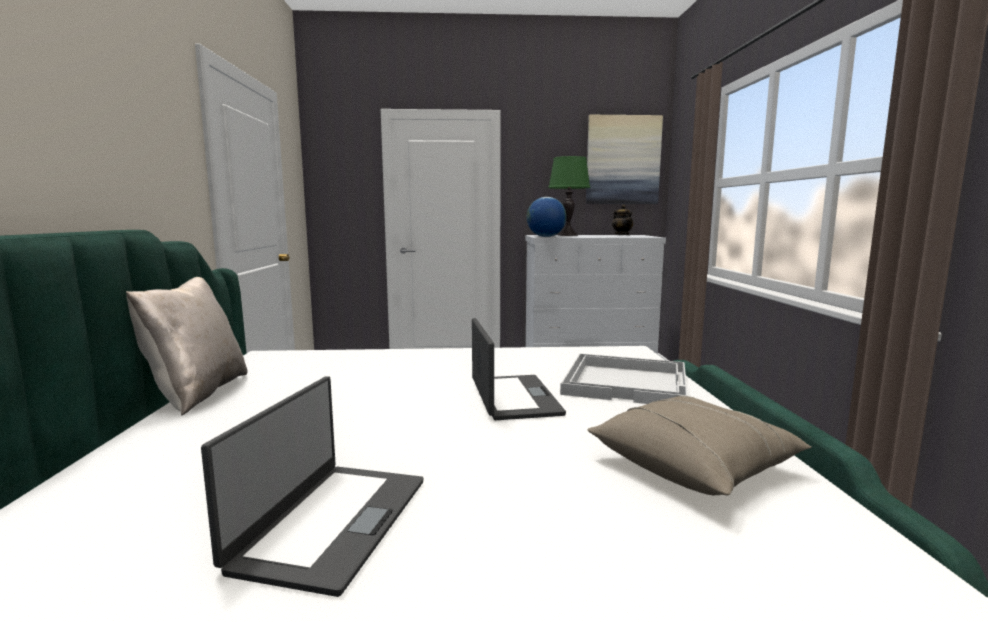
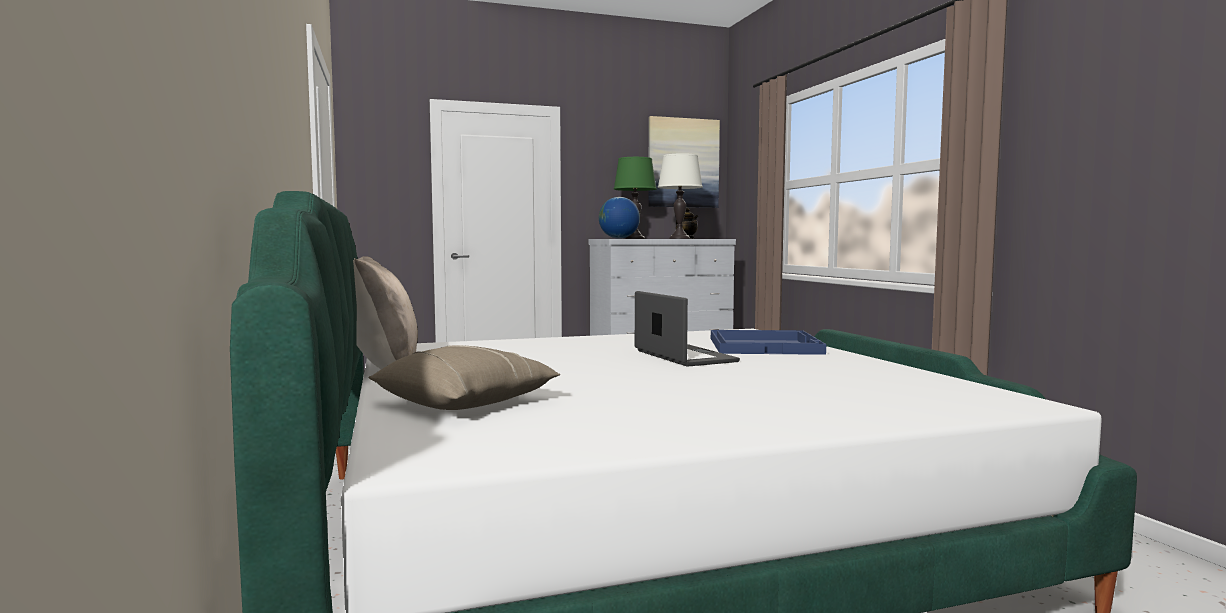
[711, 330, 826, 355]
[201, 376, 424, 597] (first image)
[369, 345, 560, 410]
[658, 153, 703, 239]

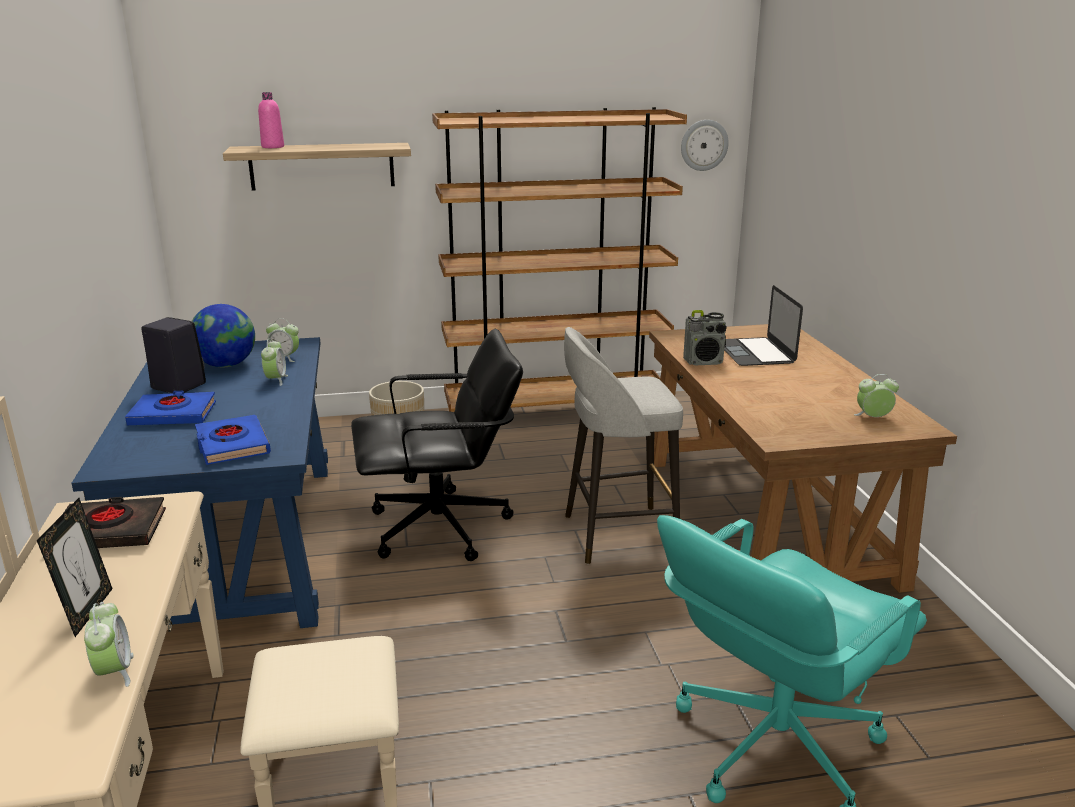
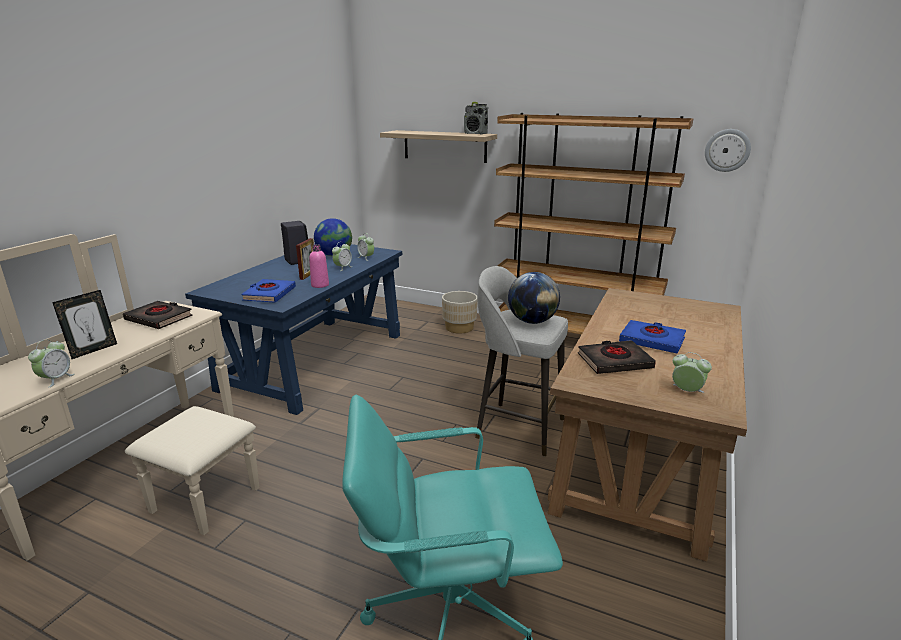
[309, 245, 329, 288]
[724, 285, 803, 366] (first image)
[464, 102, 488, 135]
[351, 328, 523, 561] (first image)
[619, 320, 686, 354]
[296, 238, 314, 280]
[508, 272, 560, 324]
[578, 340, 656, 374]

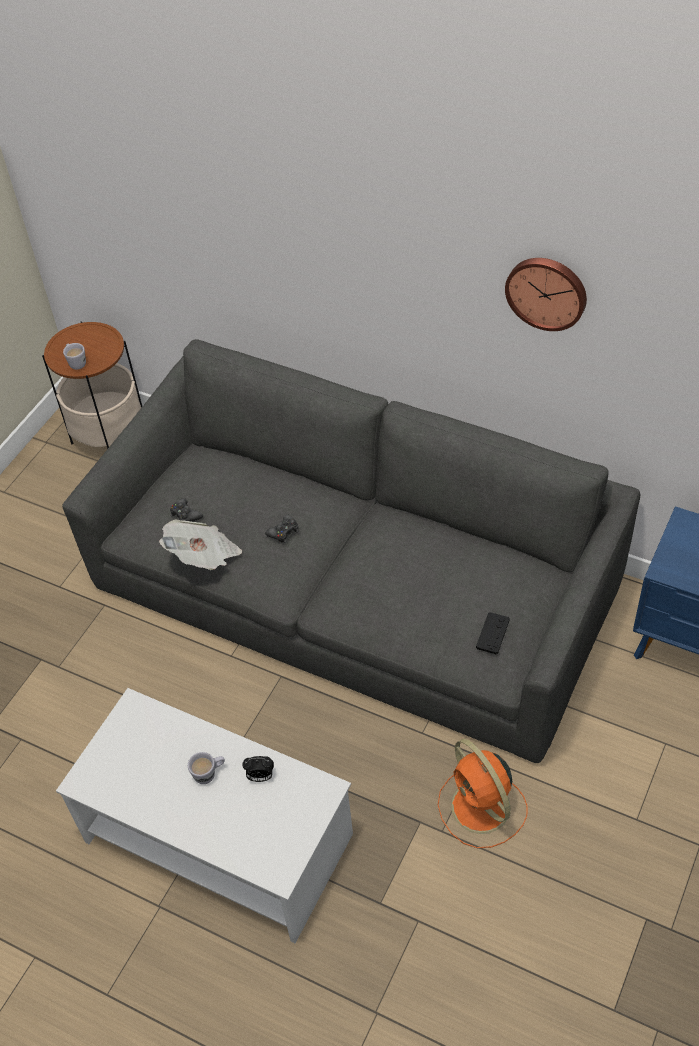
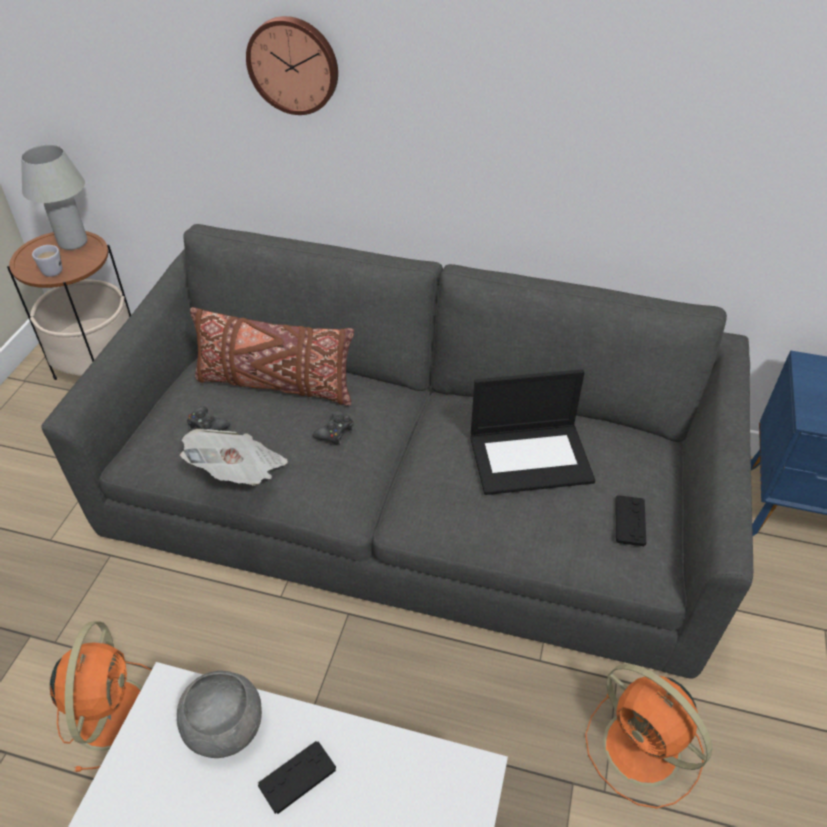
[246, 16, 338, 115]
[258, 741, 336, 814]
[242, 756, 274, 782] (first image)
[21, 145, 87, 250]
[190, 307, 354, 406]
[470, 369, 595, 495]
[50, 621, 152, 772]
[177, 671, 262, 758]

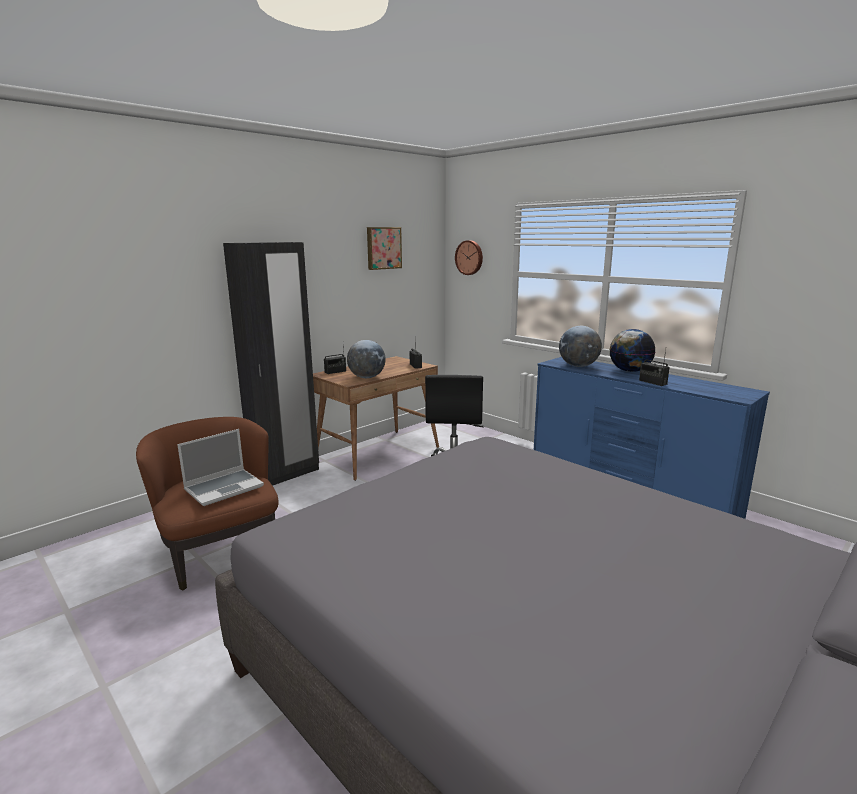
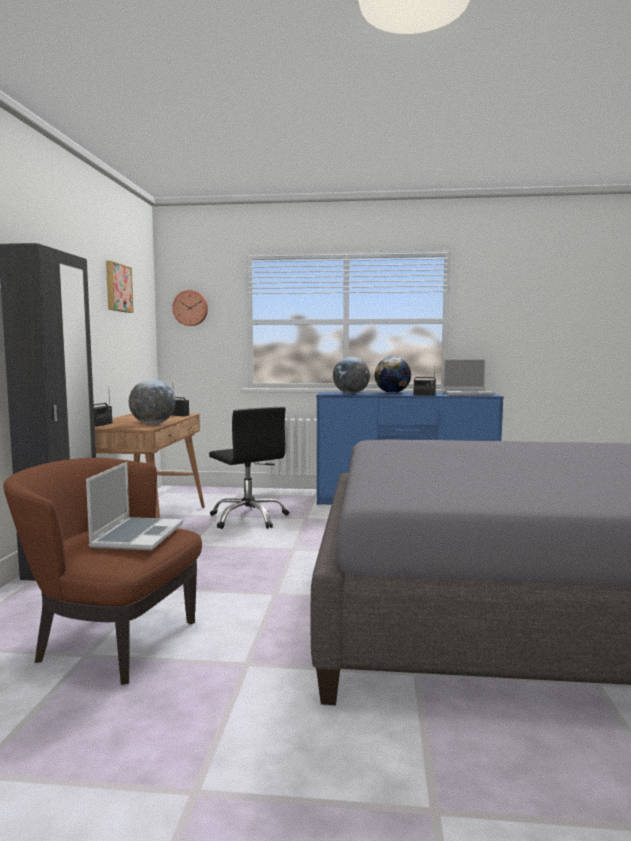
[442, 359, 493, 396]

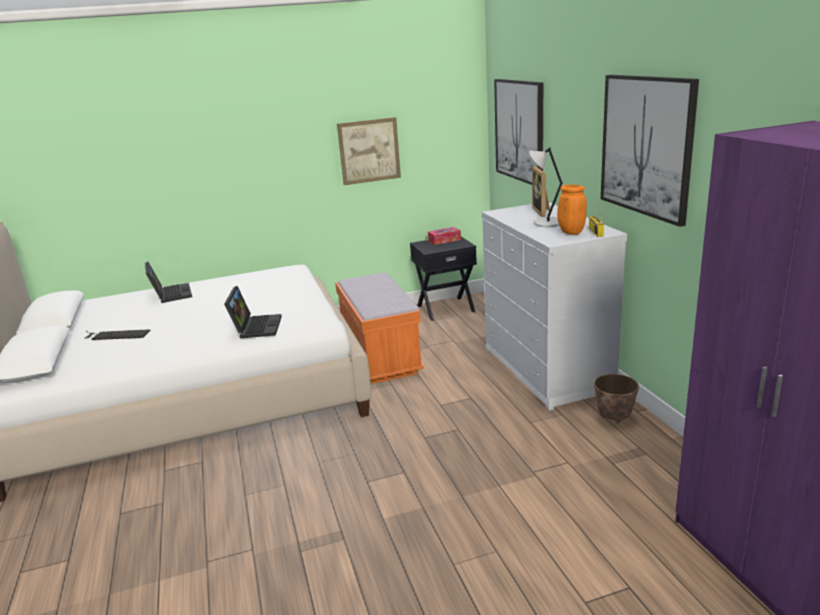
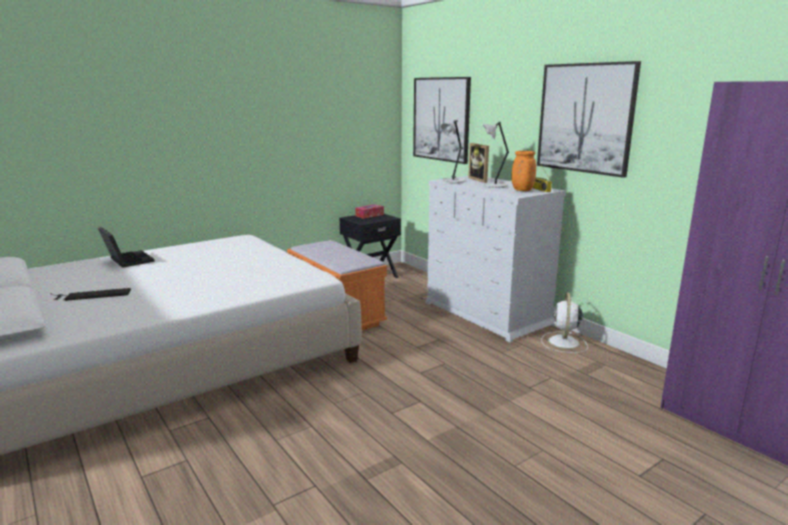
[337, 117, 401, 185] (first image)
[224, 286, 282, 339] (first image)
[542, 293, 588, 353]
[441, 120, 465, 183]

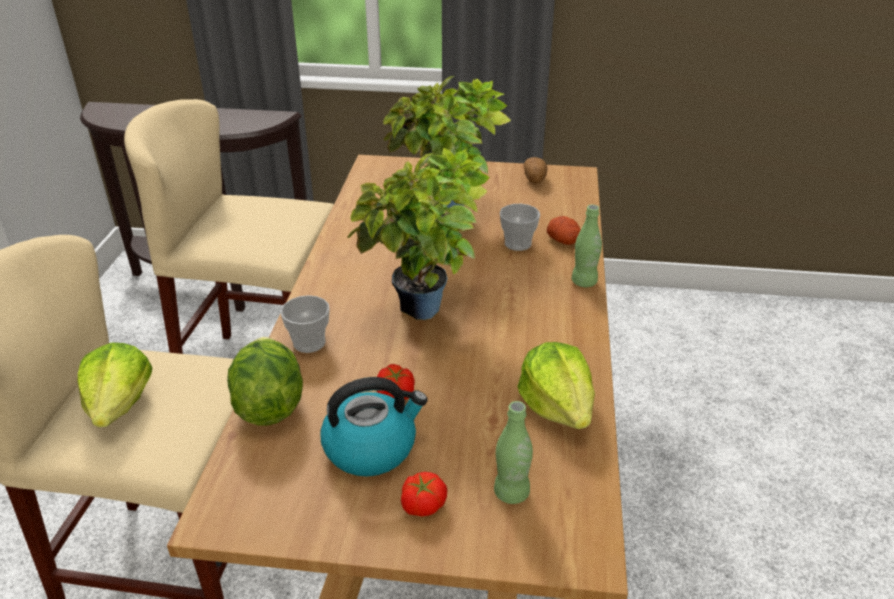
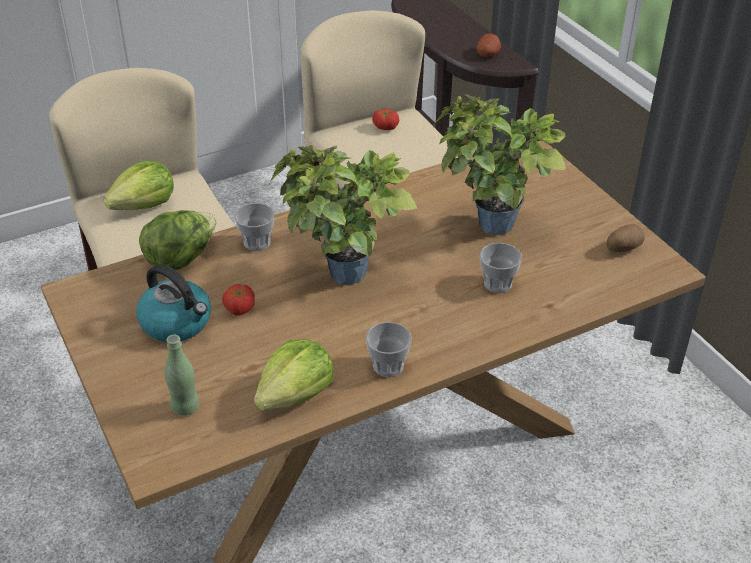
[572, 205, 602, 287] (first image)
[477, 34, 501, 57]
[372, 108, 399, 130]
[366, 322, 412, 377]

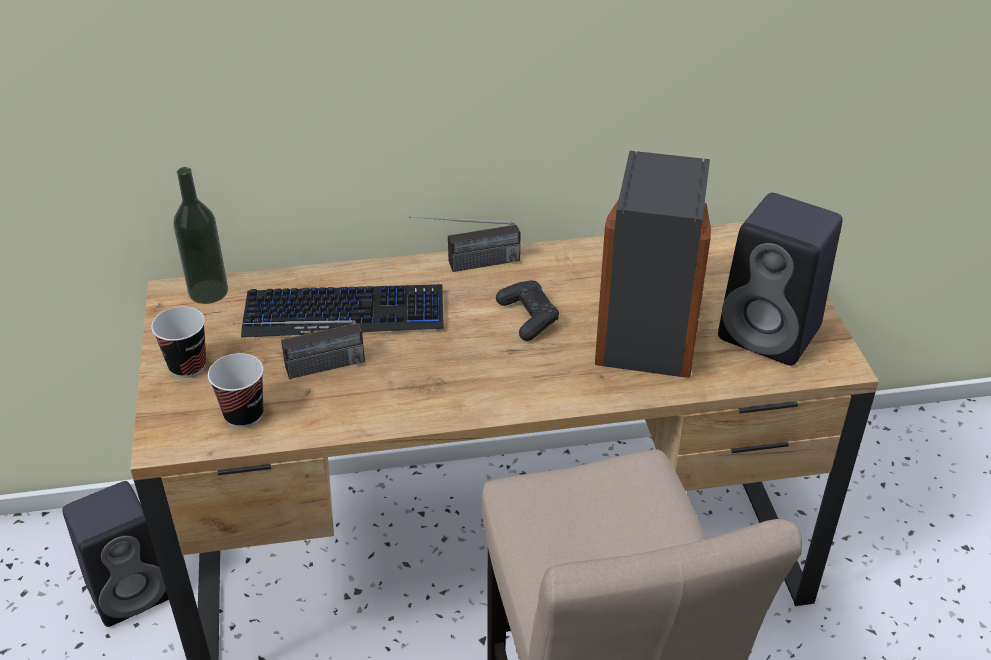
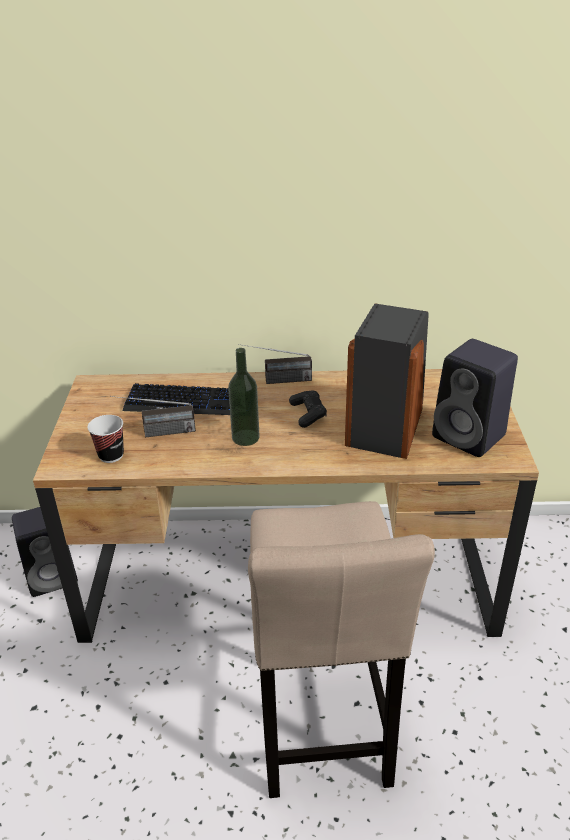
[228, 348, 260, 446]
[151, 307, 206, 378] (first image)

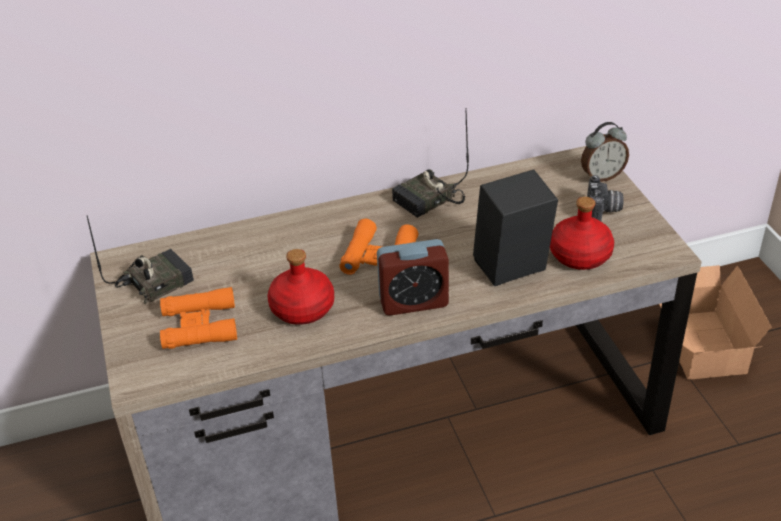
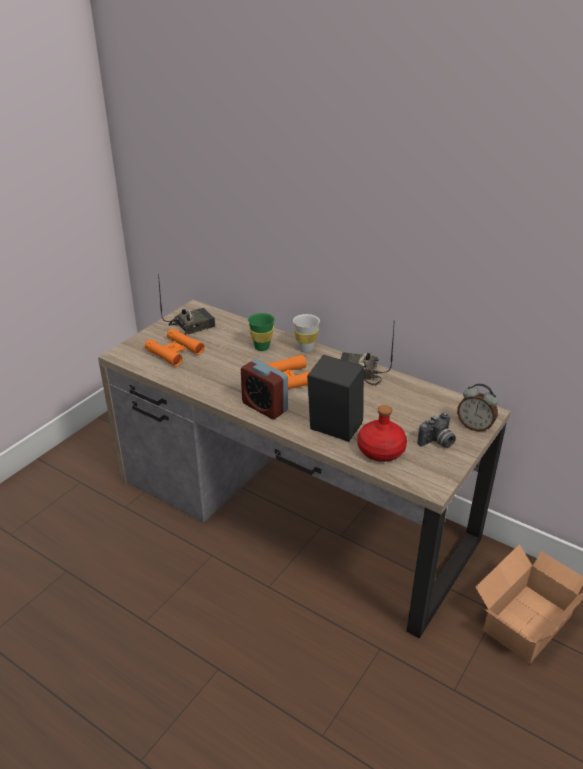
[158, 274, 215, 335]
[267, 249, 334, 325] (first image)
[248, 313, 275, 351]
[293, 314, 320, 352]

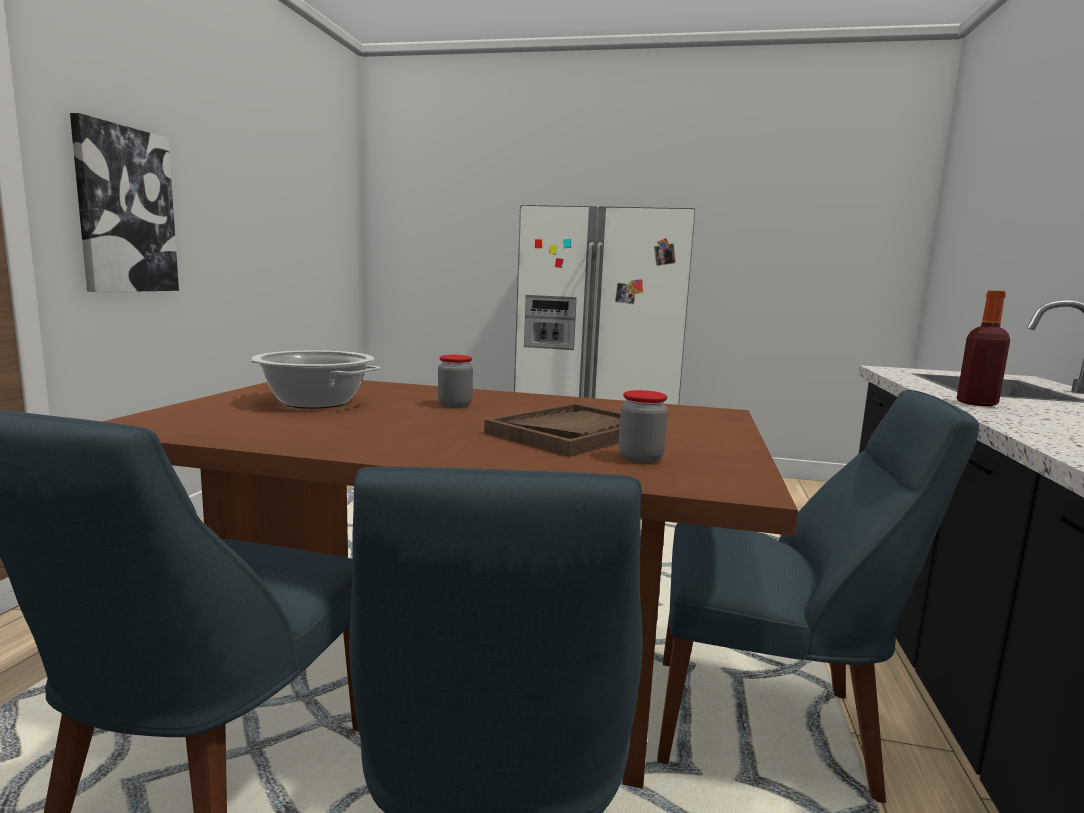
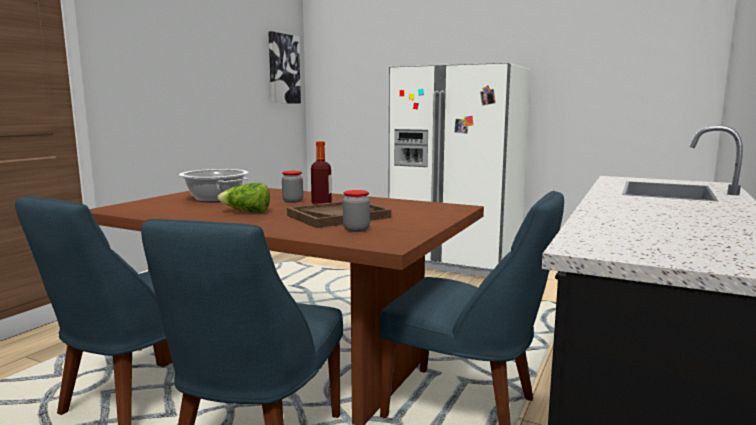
[268, 31, 301, 103]
[311, 141, 332, 205]
[217, 183, 270, 213]

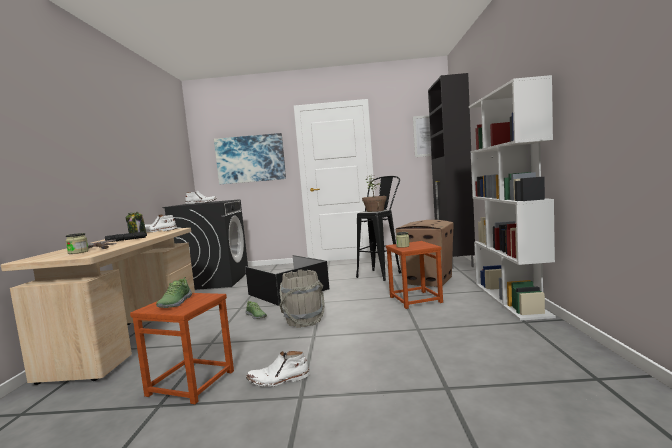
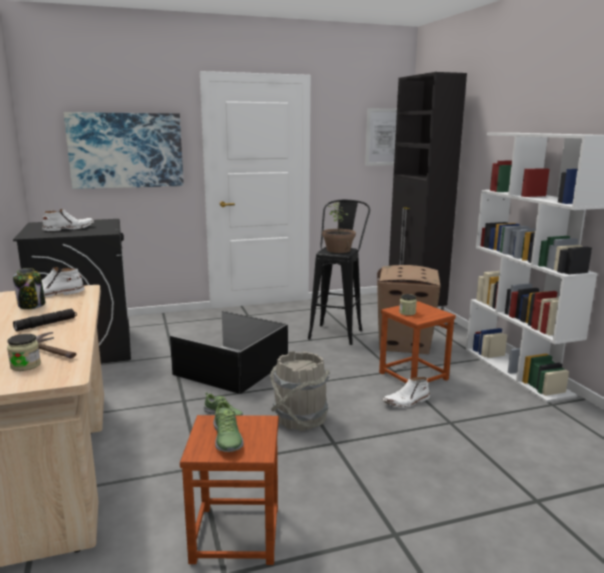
[383, 377, 430, 408]

